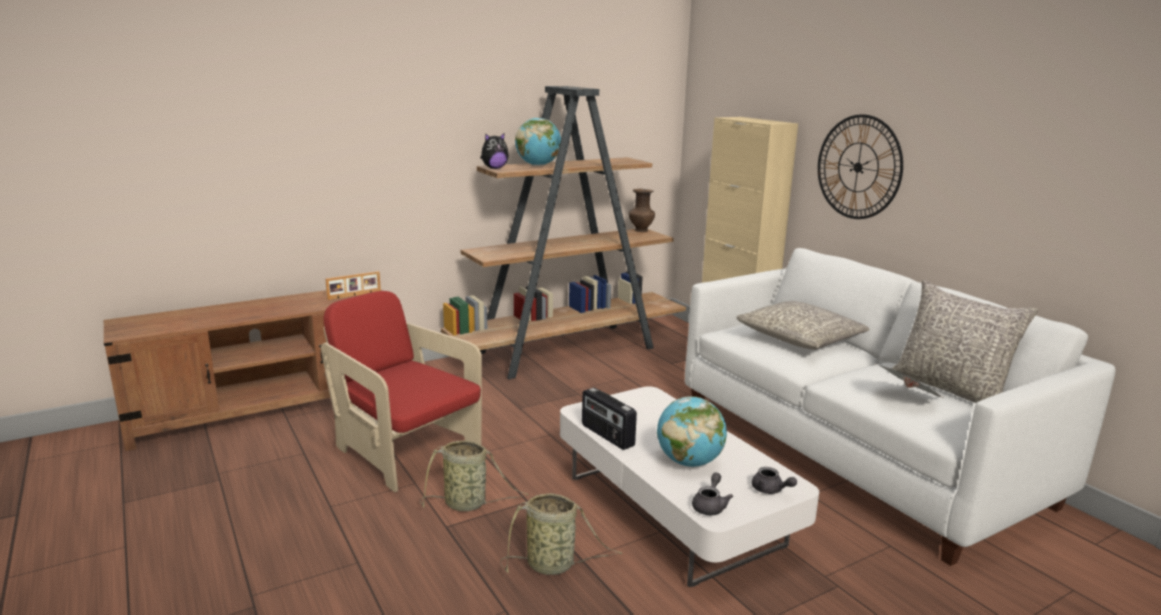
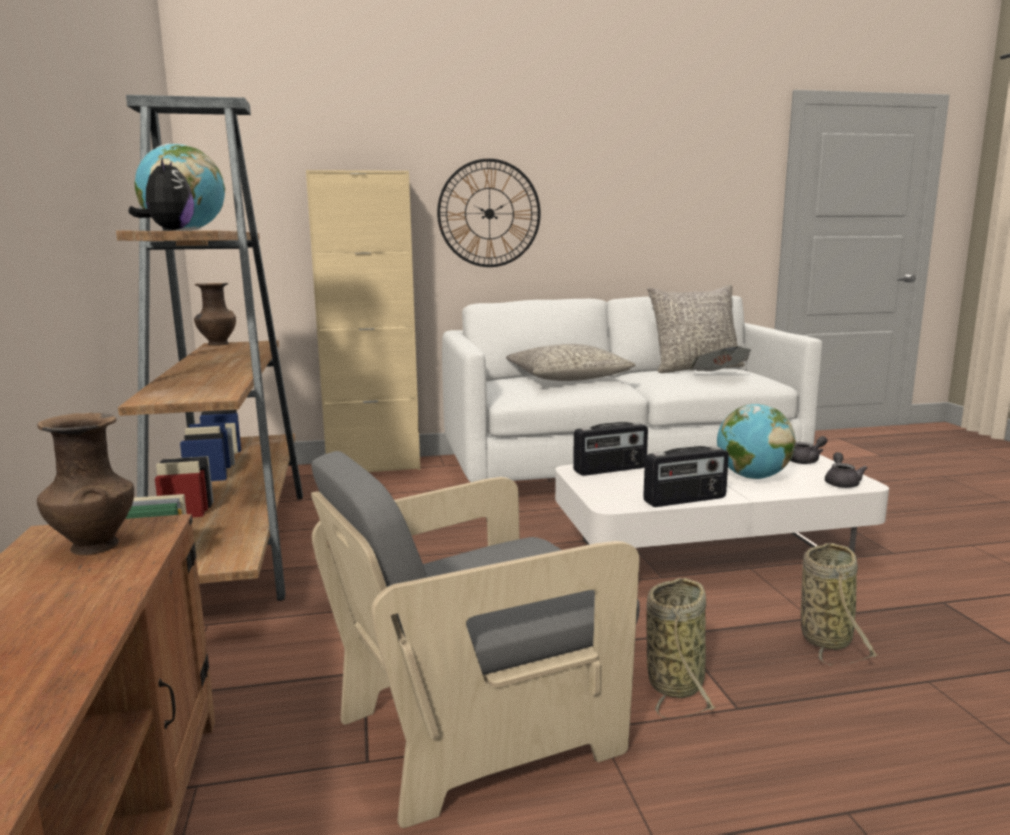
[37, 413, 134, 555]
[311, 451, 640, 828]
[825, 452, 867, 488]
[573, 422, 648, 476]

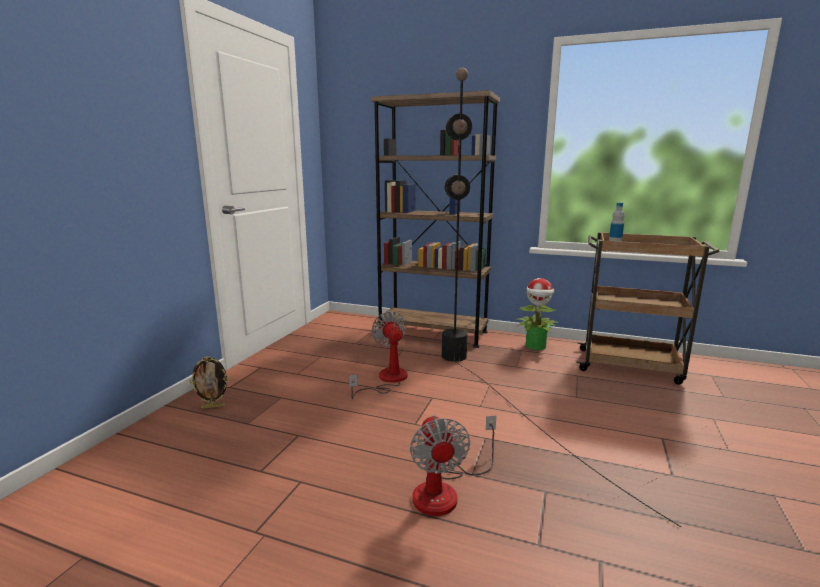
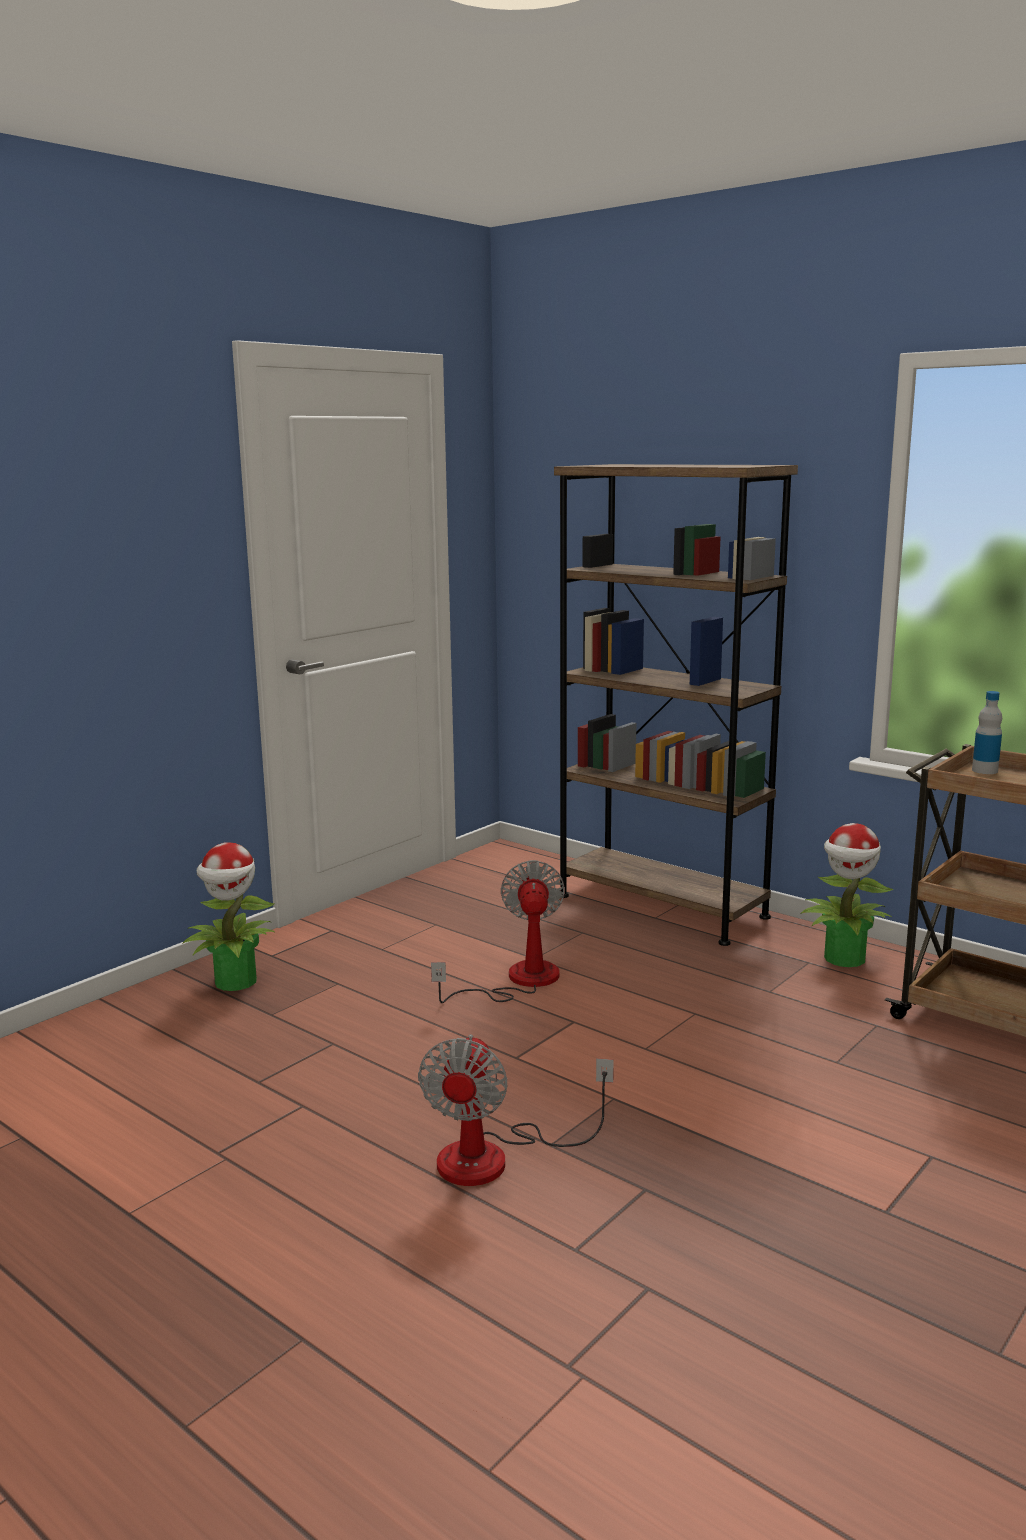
[442, 68, 681, 527] (first image)
[182, 842, 275, 991]

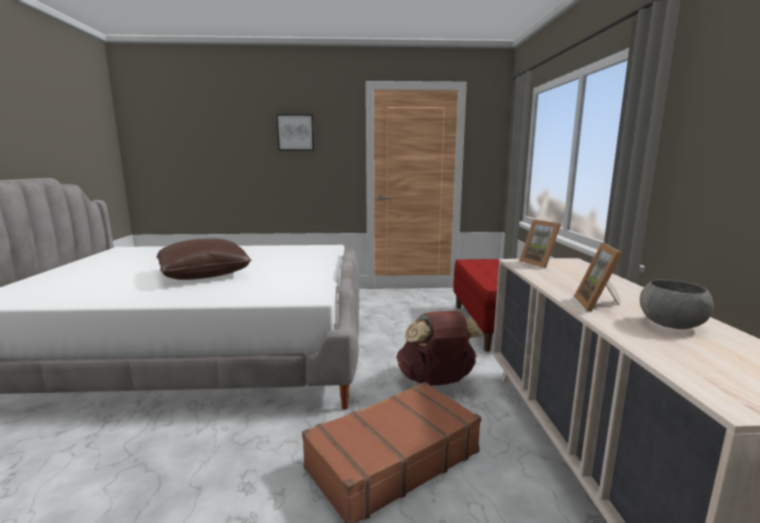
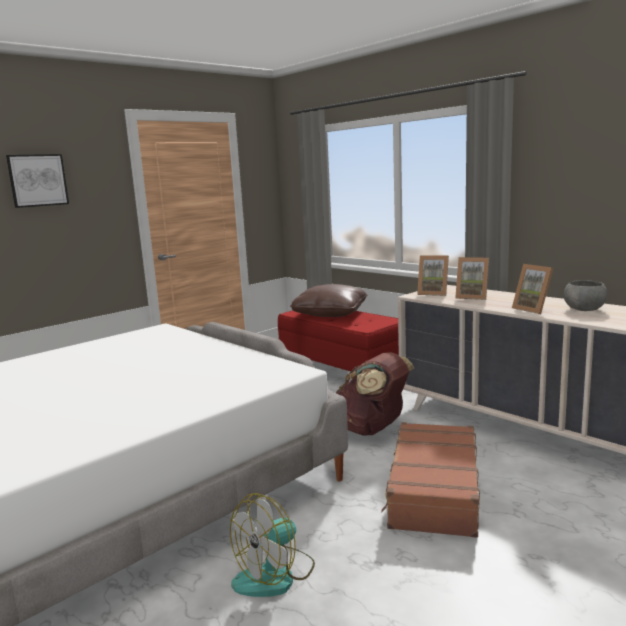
[290, 284, 367, 317]
[455, 257, 489, 300]
[230, 493, 315, 597]

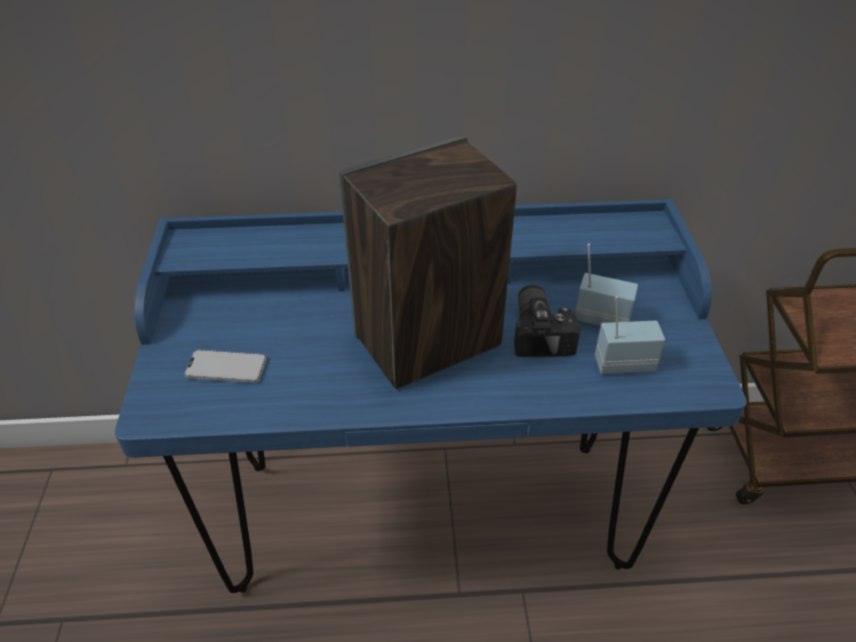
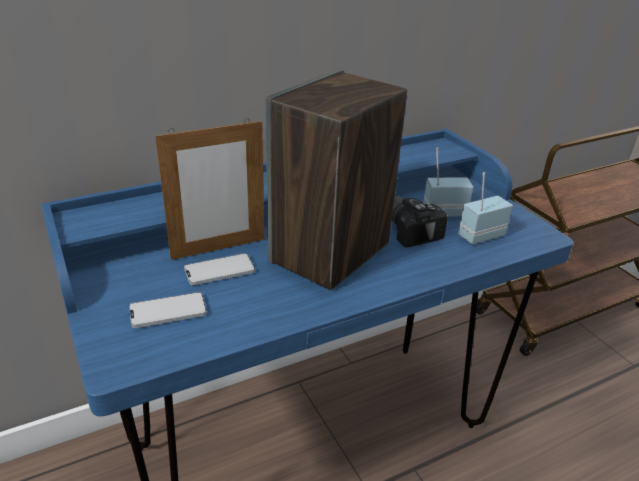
[155, 118, 264, 260]
[184, 253, 255, 285]

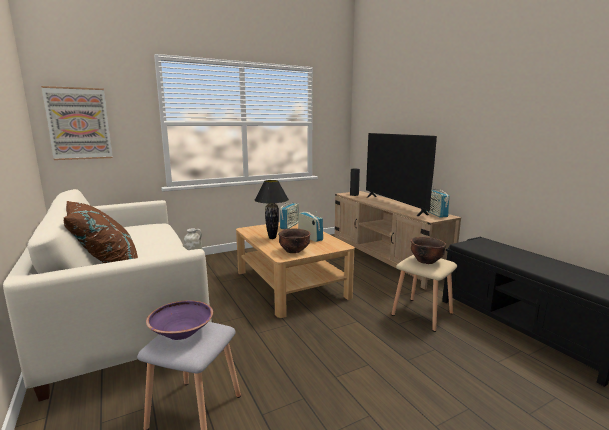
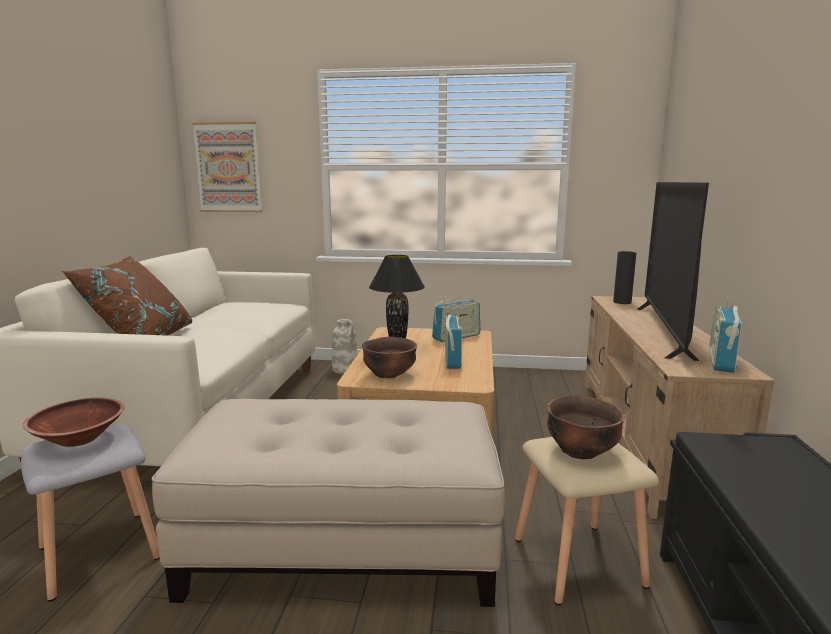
[23, 398, 124, 447]
[152, 399, 505, 607]

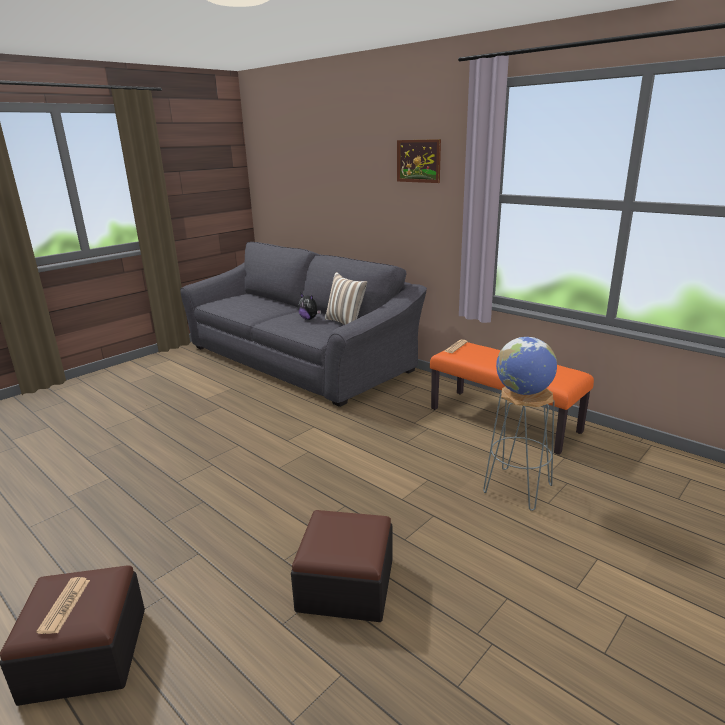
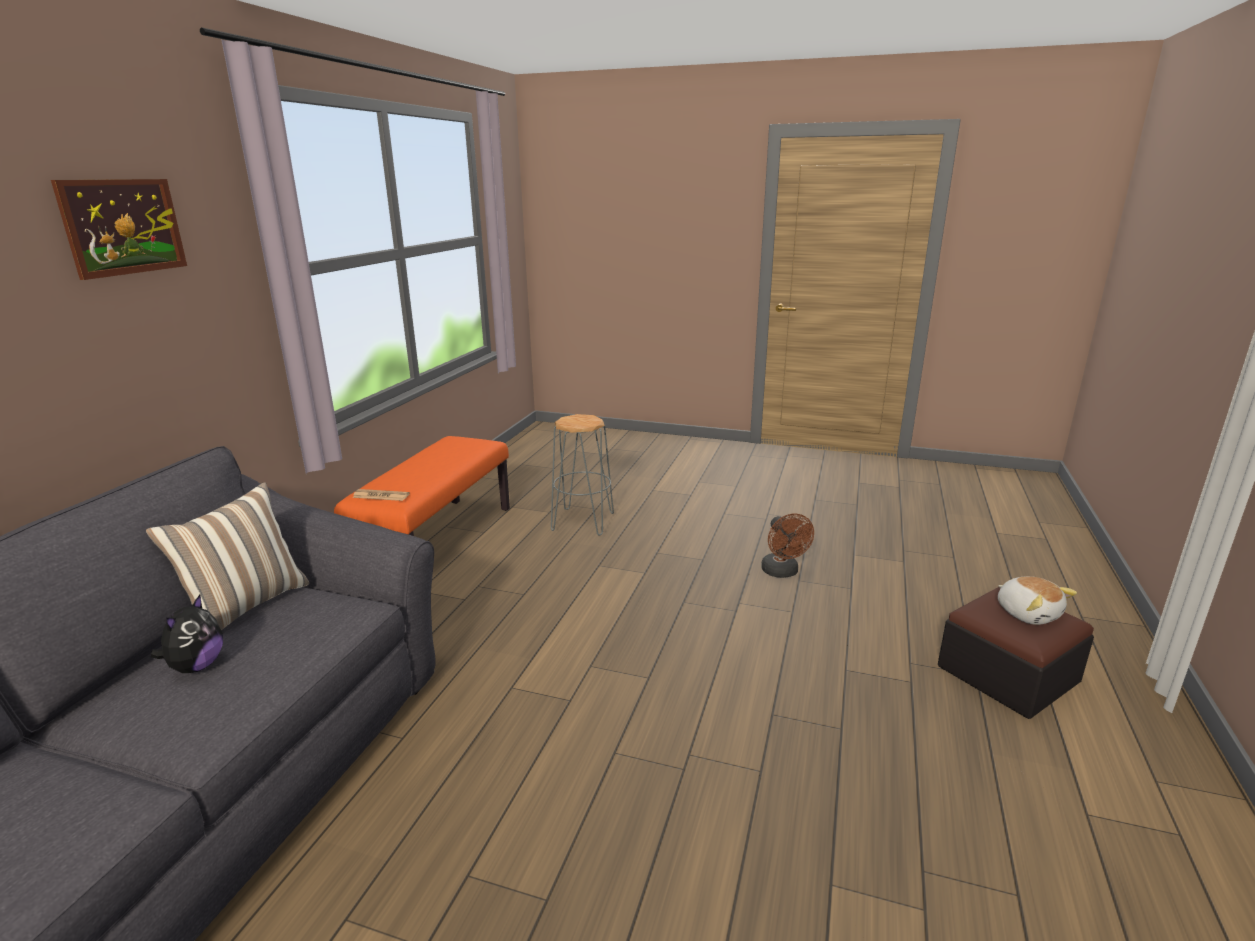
[496, 337, 557, 395] (first image)
[761, 513, 814, 578]
[998, 576, 1077, 625]

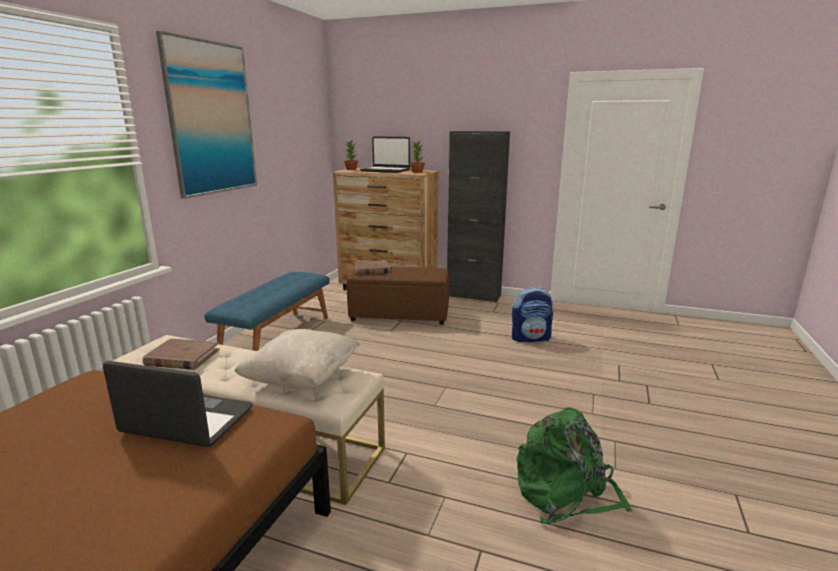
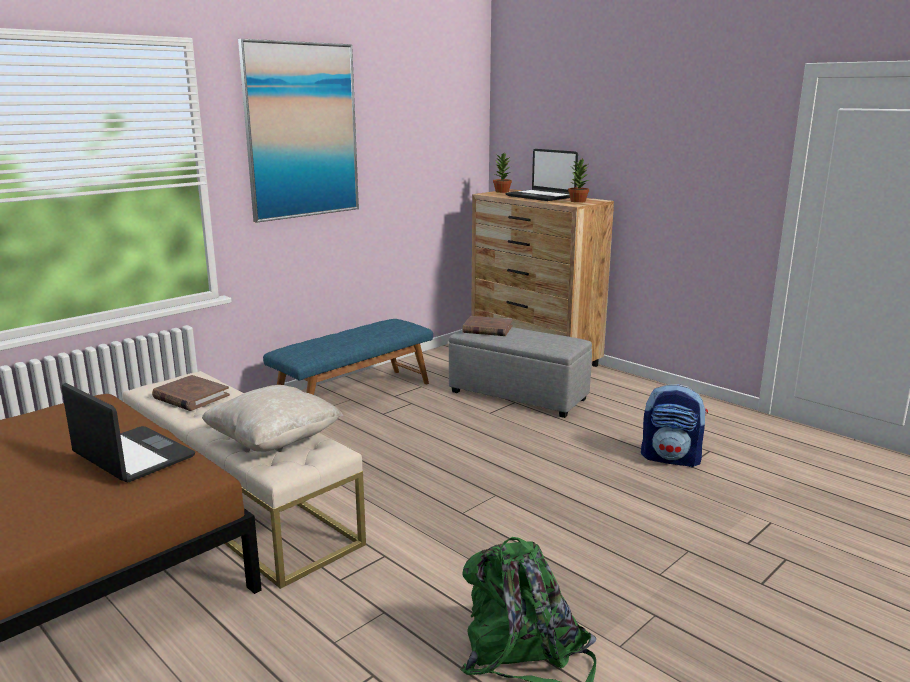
[447, 131, 510, 303] (first image)
[449, 327, 592, 418]

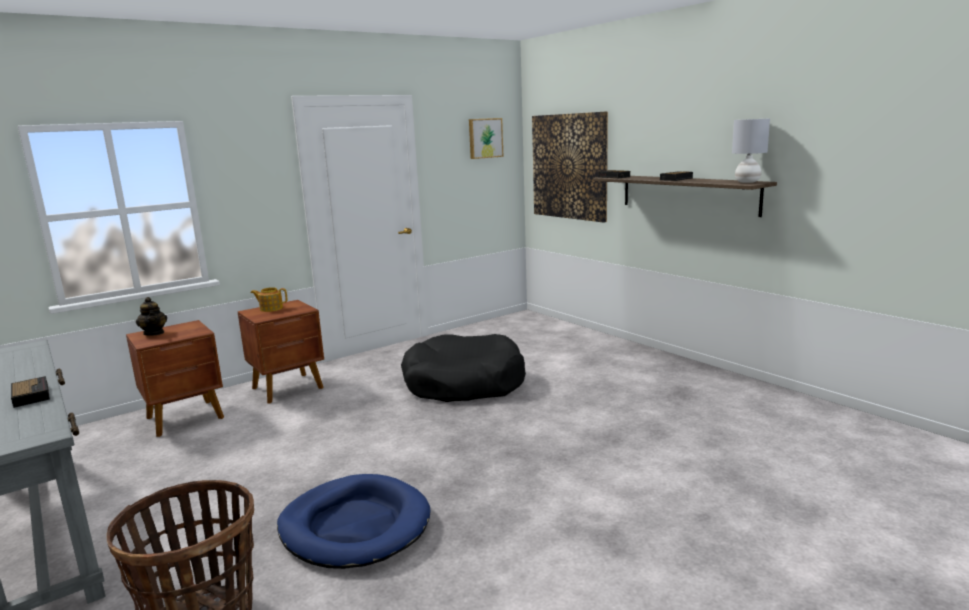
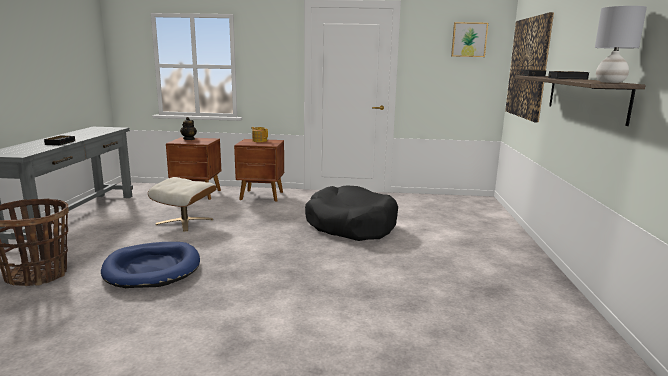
[148, 177, 217, 232]

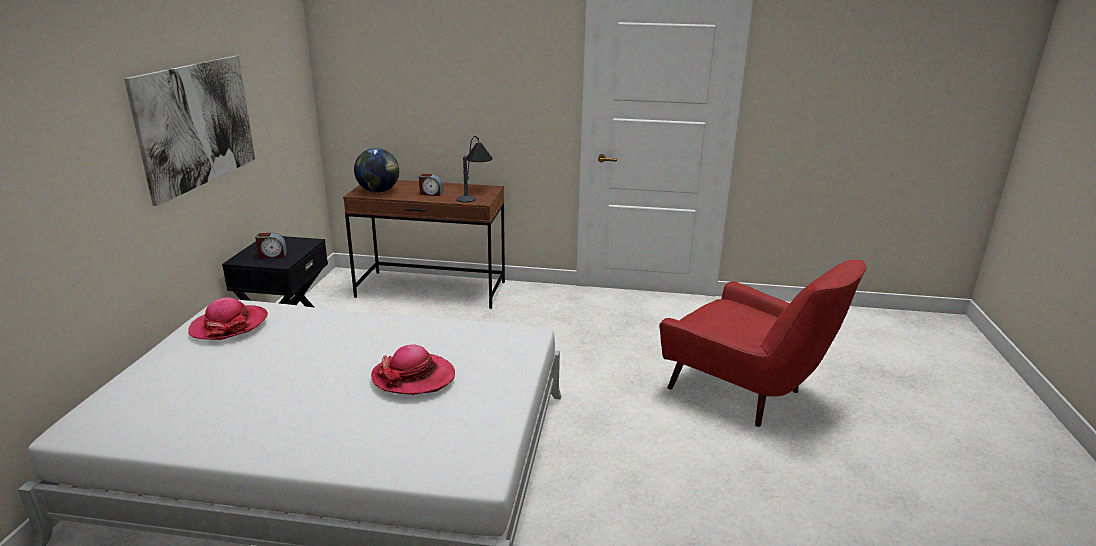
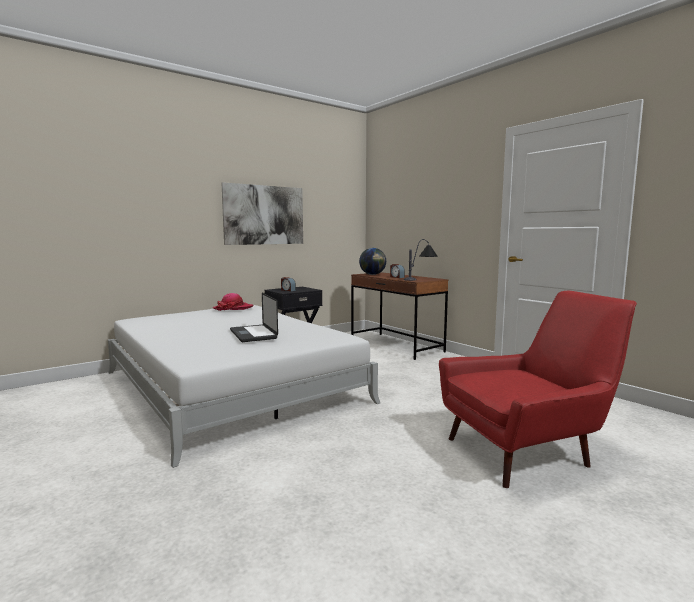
[439, 291, 637, 488]
[230, 293, 278, 342]

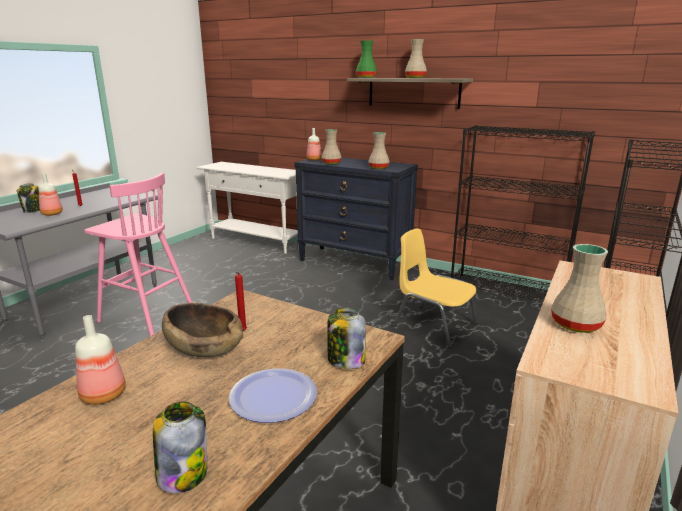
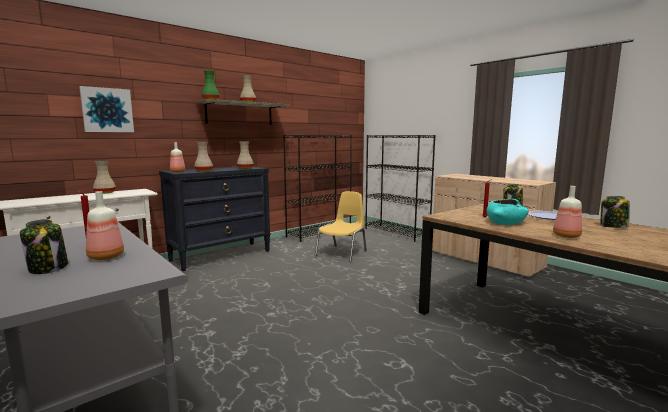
[84, 173, 193, 336] (first image)
[315, 191, 367, 262]
[93, 161, 116, 194]
[487, 199, 529, 225]
[79, 86, 134, 132]

